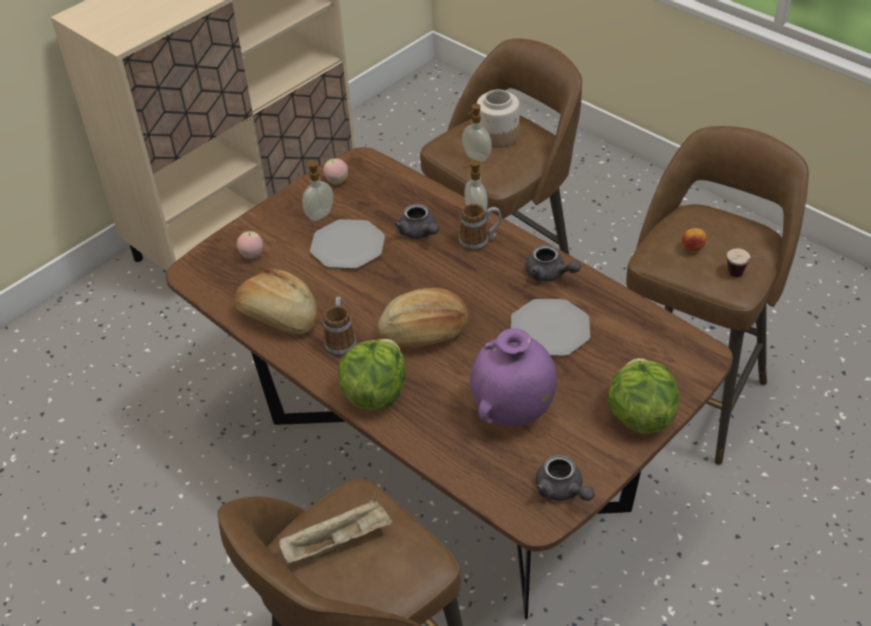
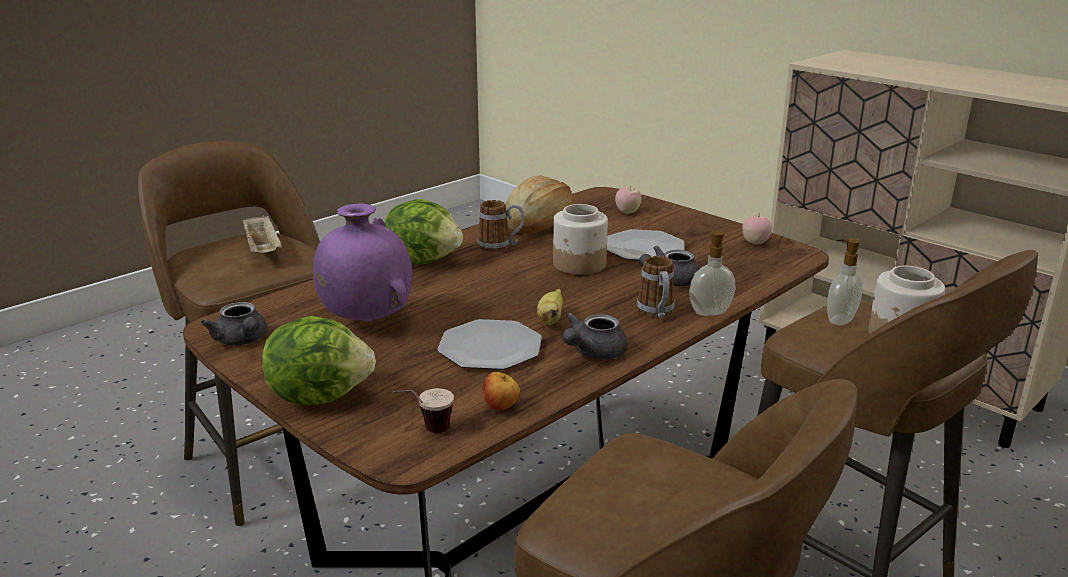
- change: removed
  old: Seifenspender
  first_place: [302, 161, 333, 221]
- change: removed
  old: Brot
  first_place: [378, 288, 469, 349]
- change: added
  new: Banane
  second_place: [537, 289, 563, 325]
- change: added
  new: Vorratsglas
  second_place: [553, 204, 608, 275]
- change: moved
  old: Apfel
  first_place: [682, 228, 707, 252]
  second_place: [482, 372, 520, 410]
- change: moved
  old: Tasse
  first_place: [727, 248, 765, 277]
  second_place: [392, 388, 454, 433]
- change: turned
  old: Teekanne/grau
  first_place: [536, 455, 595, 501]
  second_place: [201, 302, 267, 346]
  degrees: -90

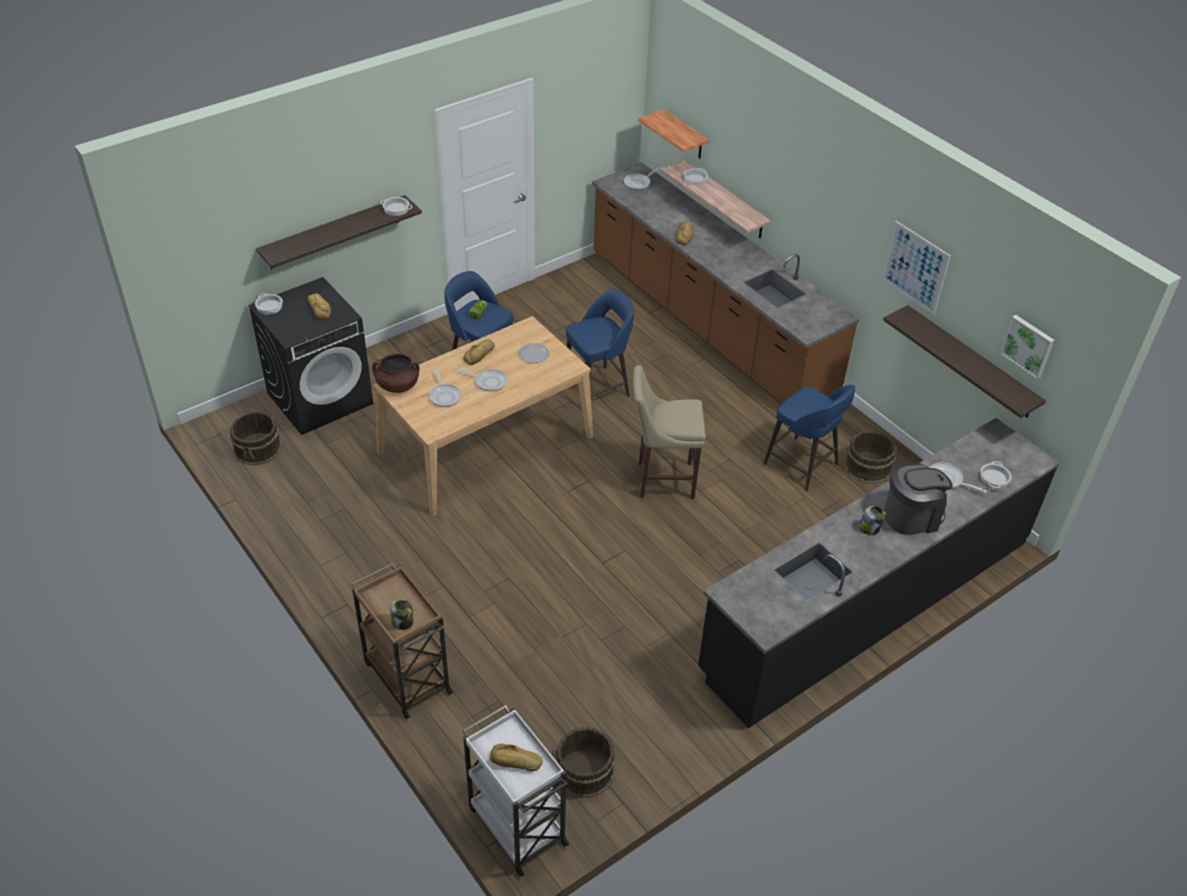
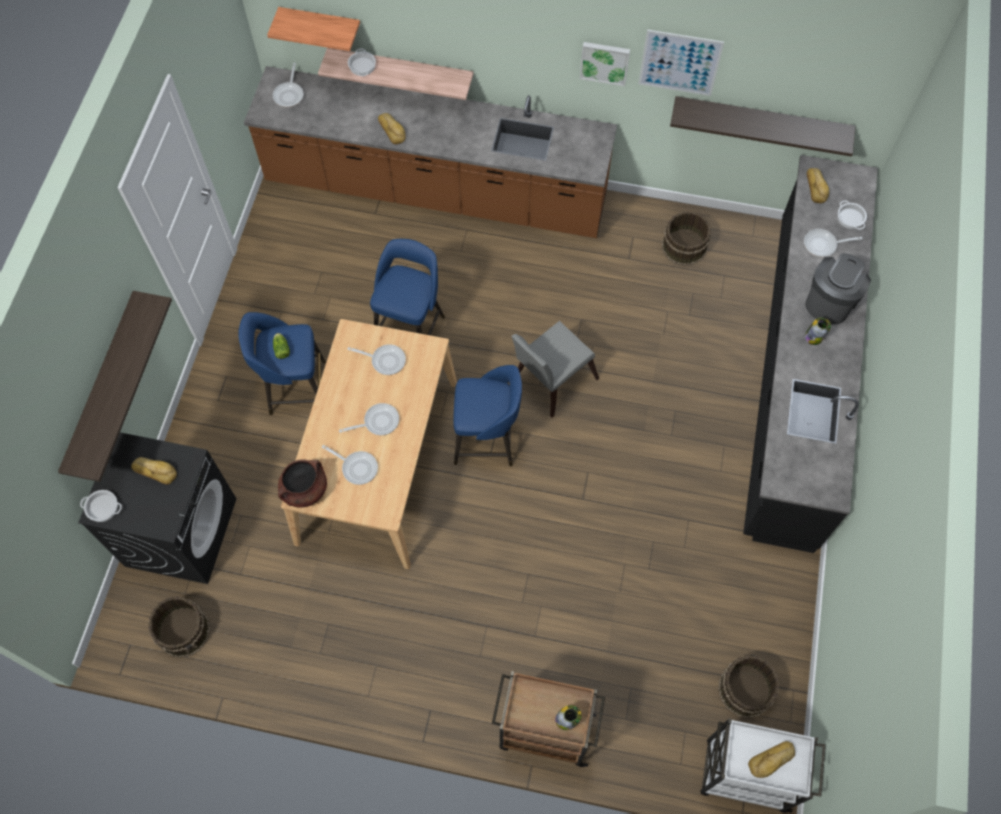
- change: removed
  old: Kochtopf
  first_place: [380, 197, 413, 216]
- change: moved
  old: Brot
  first_place: [463, 339, 495, 365]
  second_place: [807, 168, 829, 203]
- change: moved
  old: Hocker/blau
  first_place: [763, 385, 855, 491]
  second_place: [453, 365, 522, 466]
- change: moved
  old: Bild
  first_place: [1000, 315, 1054, 379]
  second_place: [580, 42, 630, 86]
- change: replaced
  old: Teller
  new: Pfanne
  first_place: [518, 343, 549, 363]
  second_place: [347, 344, 406, 375]
- change: replaced
  old: Hocker/beige
  new: Stuhl/grau
  first_place: [633, 365, 706, 499]
  second_place: [512, 321, 599, 417]

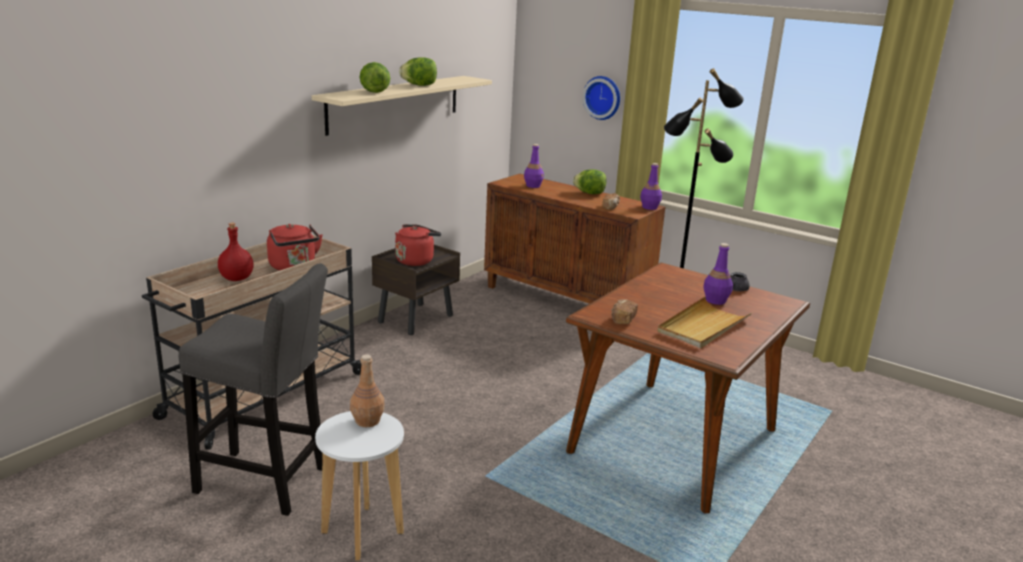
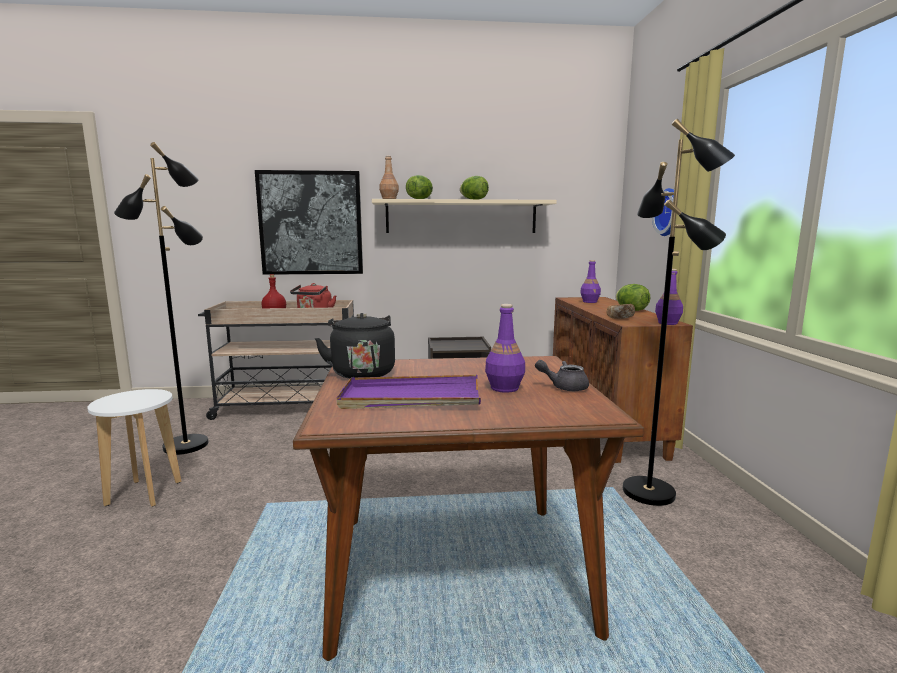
- change: removed
  old: Wasserkessel/rot
  first_place: [395, 224, 441, 266]
- change: added
  new: Bild
  second_place: [255, 170, 363, 275]
- change: moved
  old: Flasche/braun
  first_place: [350, 354, 385, 427]
  second_place: [379, 156, 399, 199]
- change: replaced
  old: Hocker/grau
  new: Stehlampe/schwarz
  first_place: [179, 263, 328, 516]
  second_place: [114, 142, 209, 455]
- change: replaced
  old: Brot
  new: Wasserkessel/schwarz
  first_place: [611, 300, 638, 324]
  second_place: [315, 313, 395, 379]
- change: recoloured
  old: Tablett/beige
  new: Tablett/lila
  first_place: [657, 297, 752, 348]
  second_place: [337, 375, 481, 409]

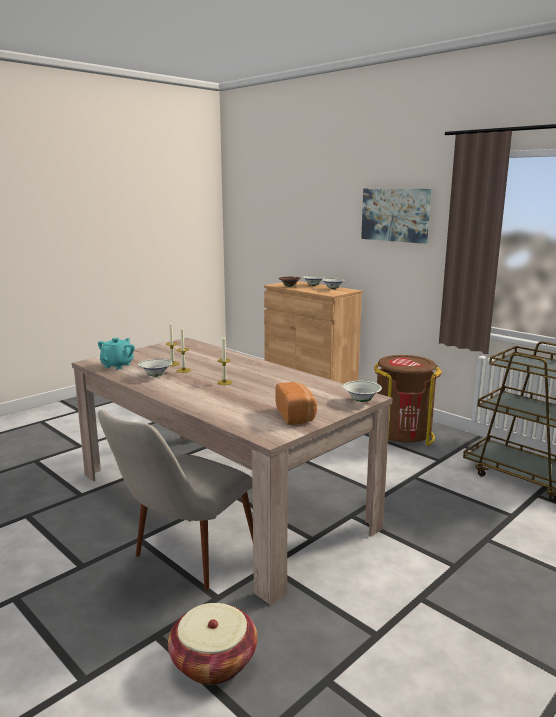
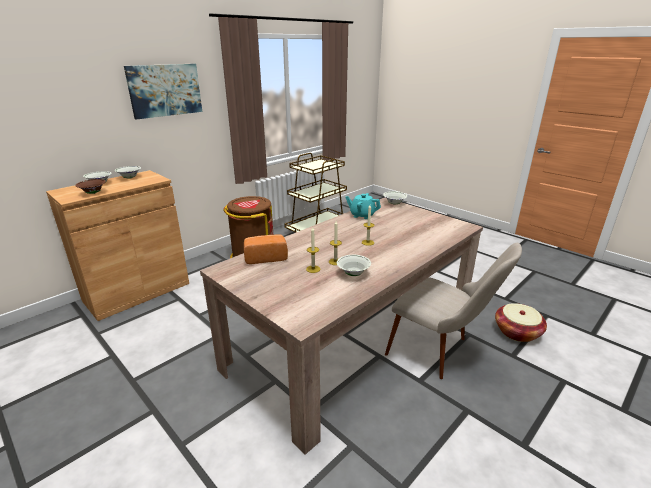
- change: moved
  old: Teekanne/türkis
  first_place: [98, 338, 135, 369]
  second_place: [345, 193, 381, 219]
- change: moved
  old: Brot
  first_place: [275, 382, 317, 425]
  second_place: [244, 234, 288, 264]

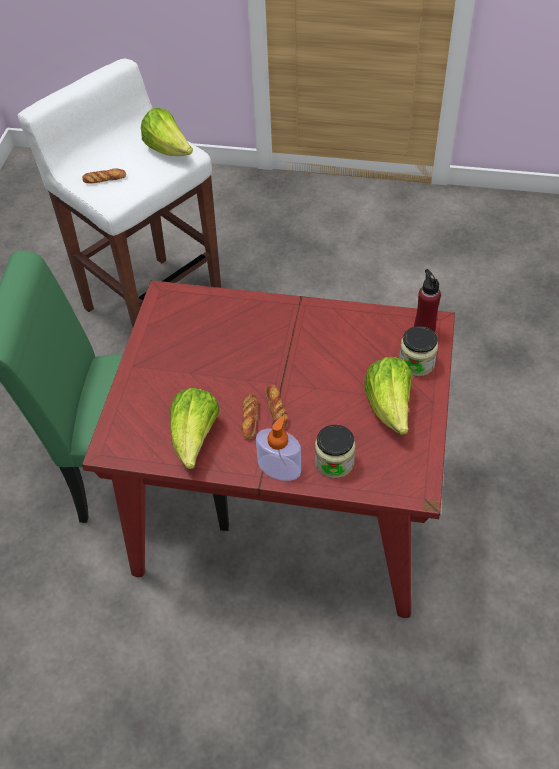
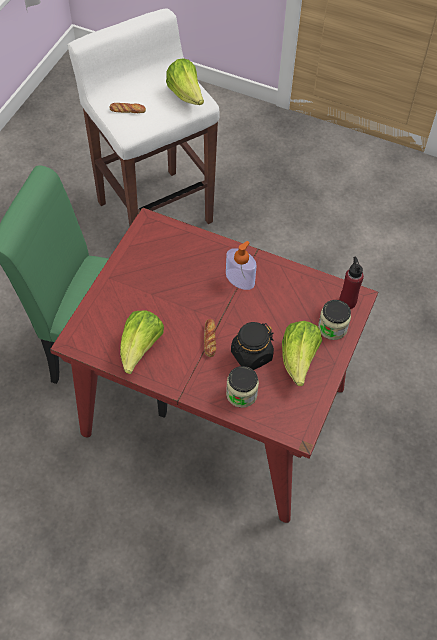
- change: removed
  old: Brot
  first_place: [241, 394, 258, 439]
- change: added
  new: Vorratsglas/schwarz
  second_place: [231, 322, 274, 370]
- change: moved
  old: Seifenspender
  first_place: [256, 416, 301, 481]
  second_place: [226, 241, 257, 290]

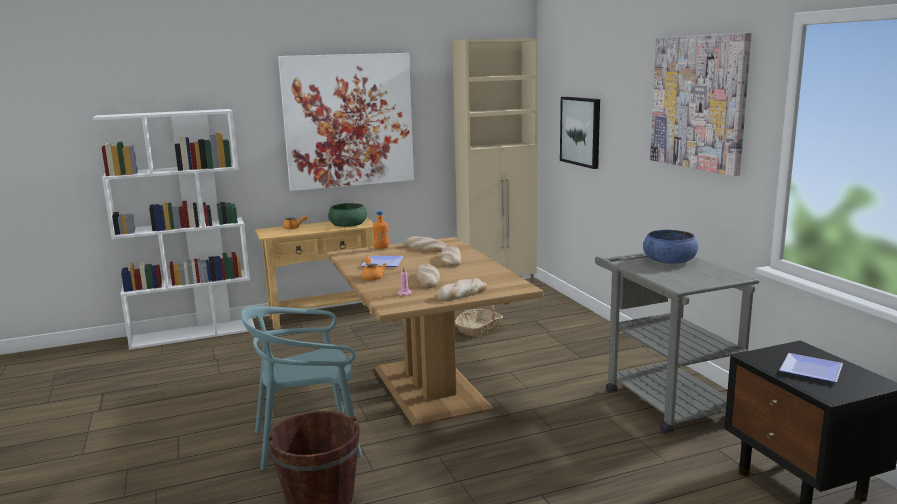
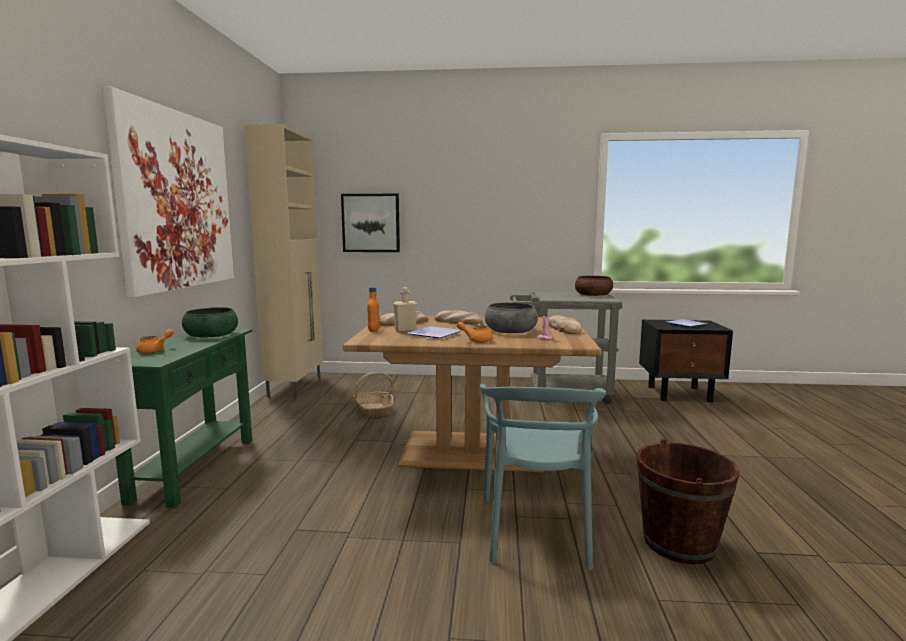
- change: removed
  old: Schüssel/blau
  first_place: [643, 230, 698, 264]
- change: removed
  old: Bild
  first_place: [650, 33, 752, 176]
- change: added
  new: Flasche/beige
  second_place: [393, 287, 417, 332]
- change: added
  new: Schüssel/braun
  second_place: [575, 276, 613, 296]
- change: replaced
  old: Brot
  new: Schüssel/grau
  first_place: [416, 264, 440, 288]
  second_place: [485, 302, 538, 333]
- change: recoloured
  old: Konsolentisch/beige
  new: Konsolentisch/grün
  first_place: [255, 218, 374, 329]
  second_place: [115, 329, 252, 508]

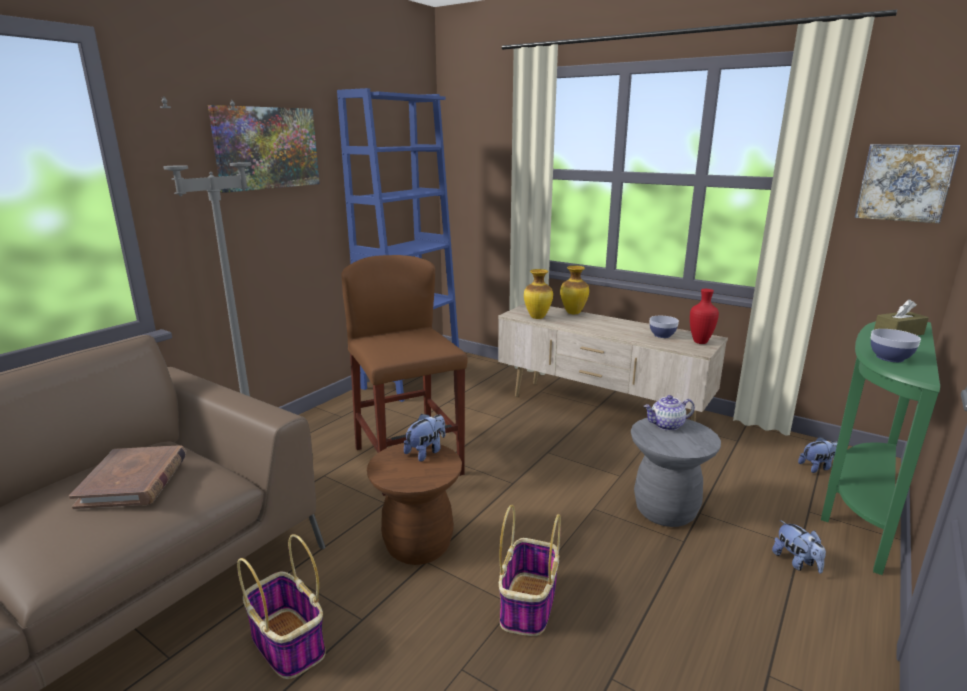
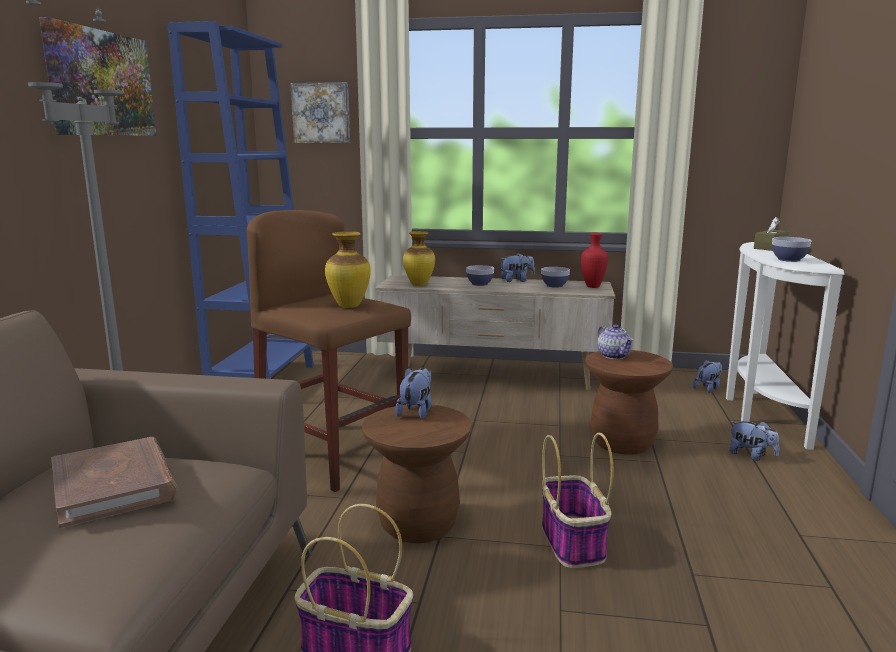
- change: added
  new: Schüssel
  second_place: [466, 265, 494, 286]
- change: added
  new: Plüschtier
  second_place: [501, 253, 535, 282]
- change: moved
  old: Vase
  first_place: [560, 266, 589, 314]
  second_place: [325, 231, 371, 308]
- change: moved
  old: Bild
  first_place: [855, 144, 960, 223]
  second_place: [290, 82, 350, 143]
- change: recoloured
  old: Hocker/grau
  new: Hocker/braun
  first_place: [631, 418, 721, 527]
  second_place: [585, 350, 673, 455]
- change: recoloured
  old: Konsolentisch/grün
  new: Konsolentisch/weiß
  first_place: [821, 321, 940, 575]
  second_place: [726, 242, 844, 450]
- change: turned
  old: Teekanne
  first_place: [644, 395, 695, 431]
  second_place: [597, 325, 634, 359]
  degrees: -75

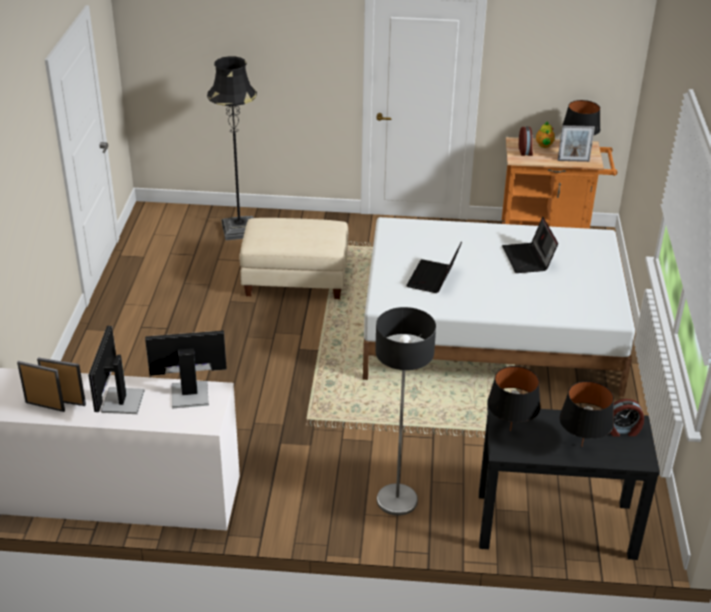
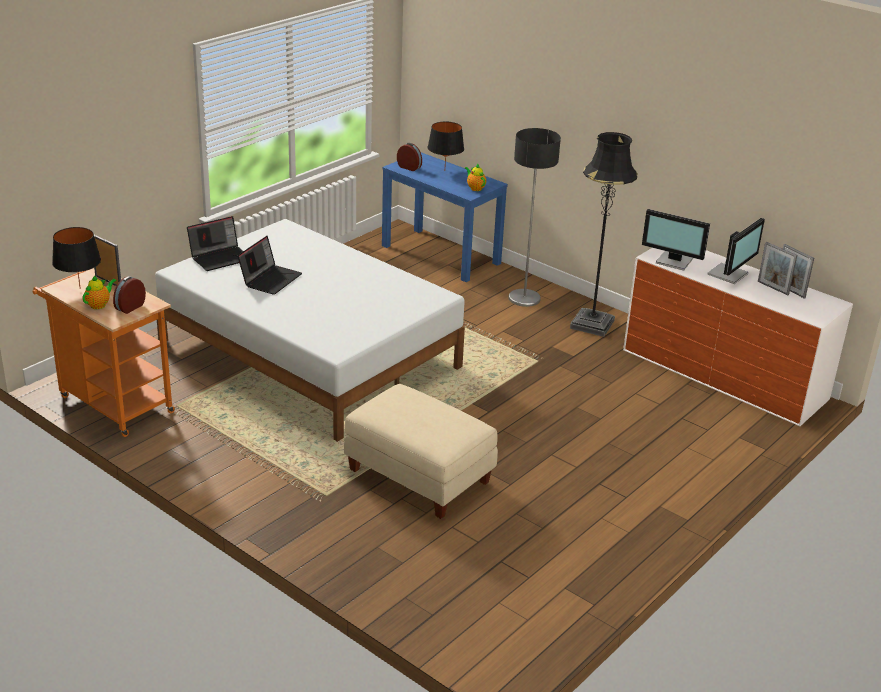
- change: moved
  old: Stehlampe/schwarz
  first_place: [207, 56, 257, 240]
  second_place: [570, 132, 638, 337]
- change: moved
  old: Laptop
  first_place: [406, 241, 462, 293]
  second_place: [187, 216, 243, 271]
- change: replaced
  old: Tischlampe/schwarz
  new: Teekanne
  first_place: [487, 366, 541, 431]
  second_place: [465, 163, 486, 191]
- change: recoloured
  old: Konsolentisch/schwarz
  new: Konsolentisch/blau
  first_place: [479, 407, 660, 560]
  second_place: [382, 152, 508, 282]

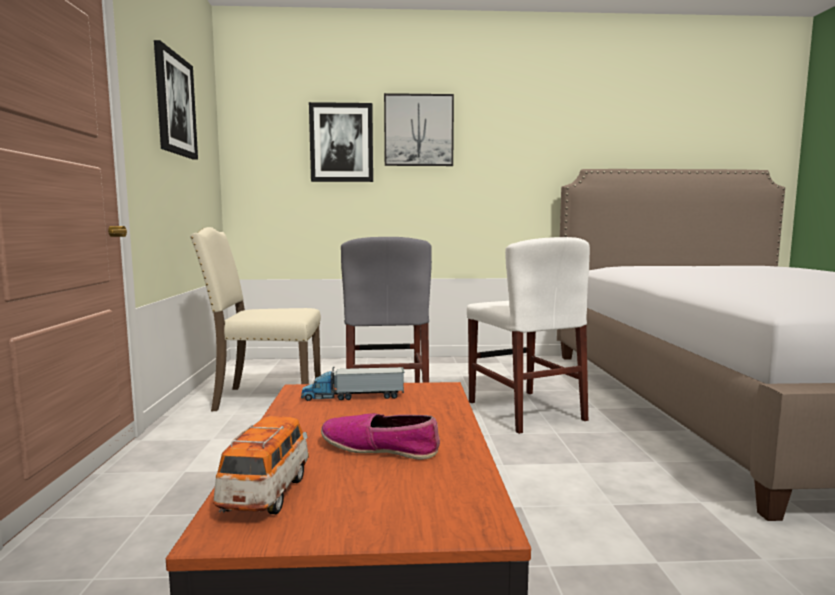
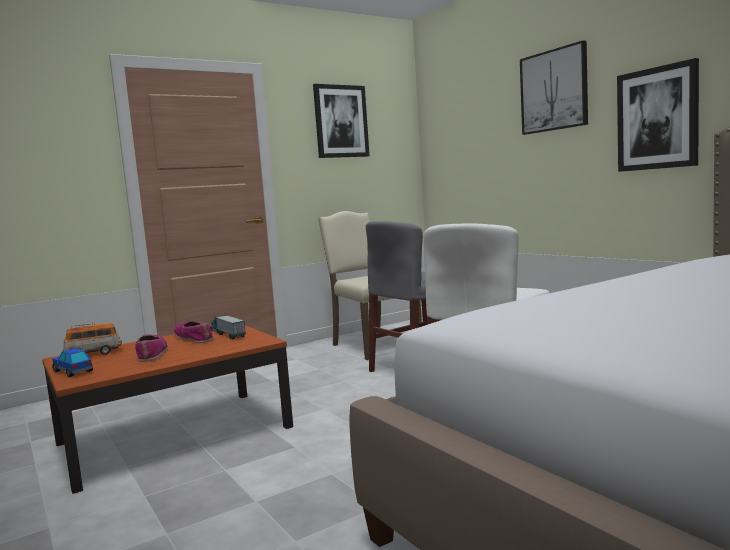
- change: added
  new: Spielzeugauto
  second_place: [52, 348, 93, 377]
- change: added
  new: Schuh
  second_place: [174, 321, 214, 343]
- change: moved
  old: Bild
  first_place: [309, 102, 373, 182]
  second_place: [617, 58, 699, 172]

